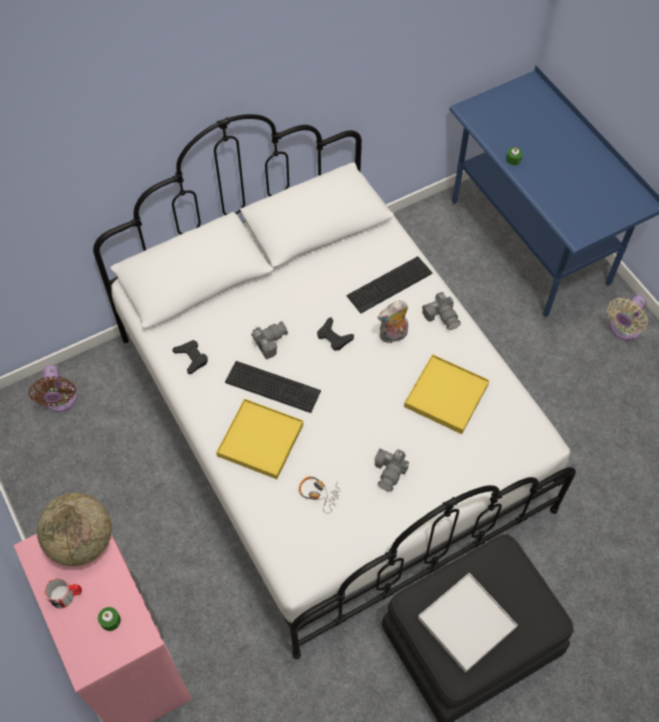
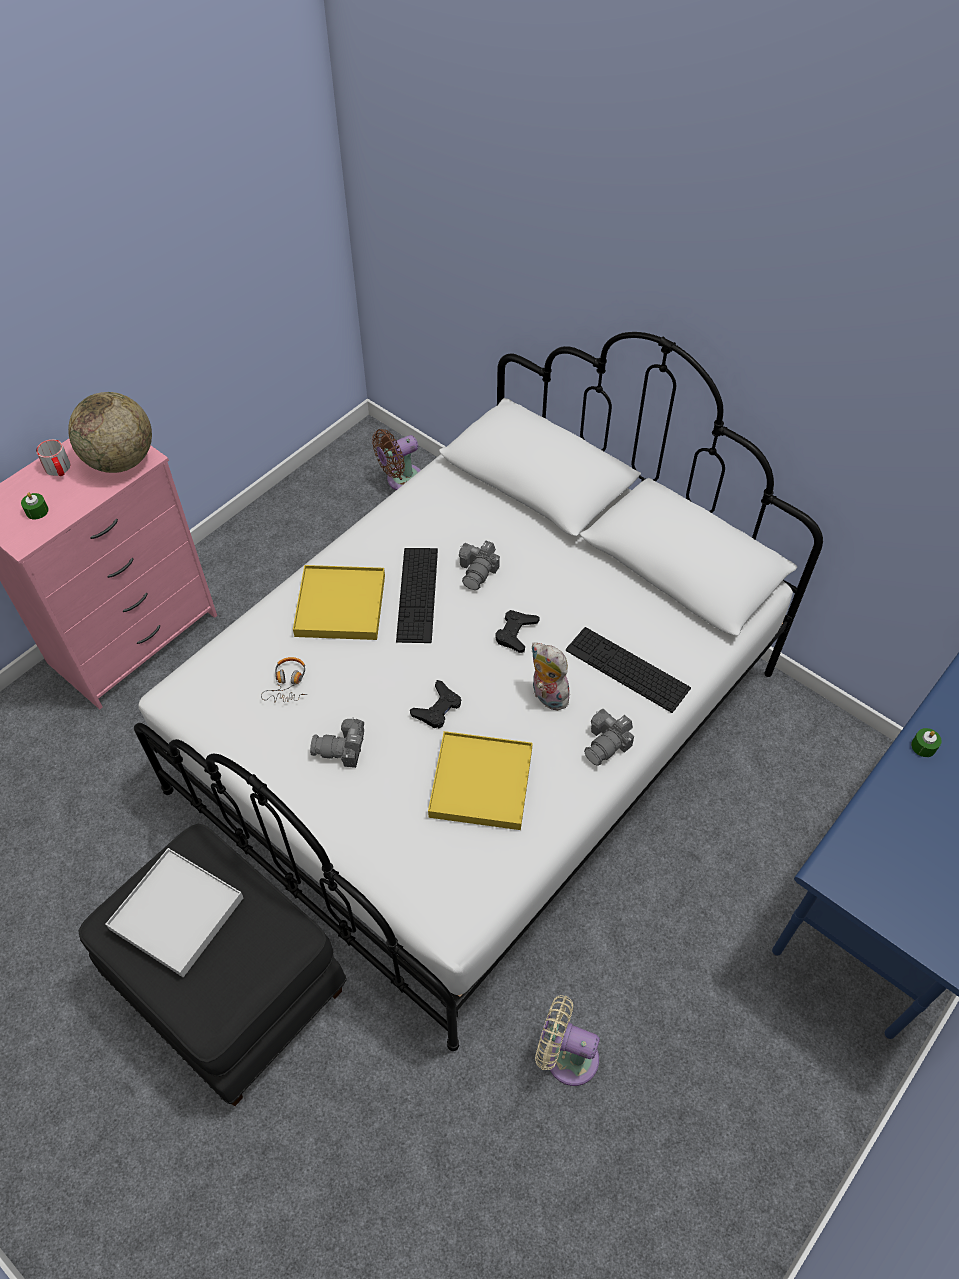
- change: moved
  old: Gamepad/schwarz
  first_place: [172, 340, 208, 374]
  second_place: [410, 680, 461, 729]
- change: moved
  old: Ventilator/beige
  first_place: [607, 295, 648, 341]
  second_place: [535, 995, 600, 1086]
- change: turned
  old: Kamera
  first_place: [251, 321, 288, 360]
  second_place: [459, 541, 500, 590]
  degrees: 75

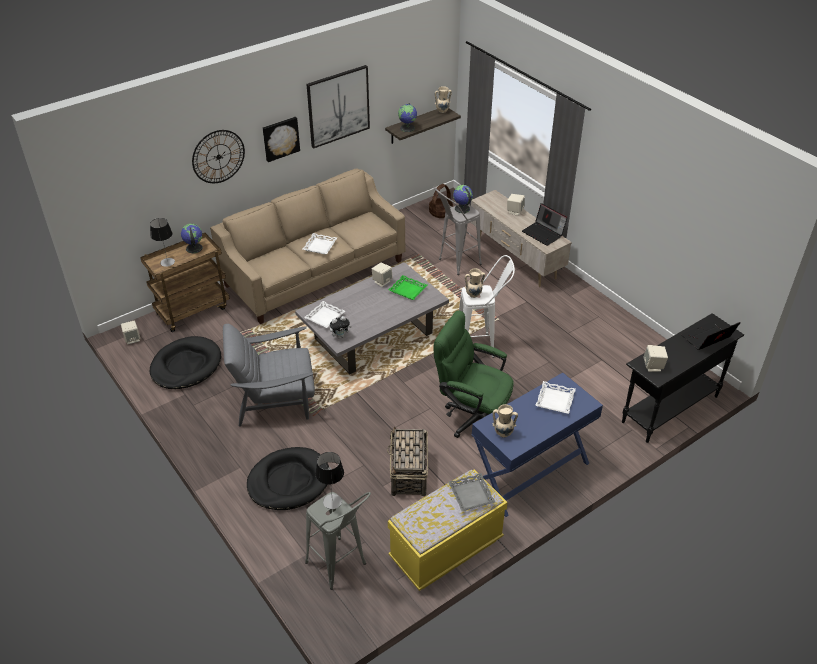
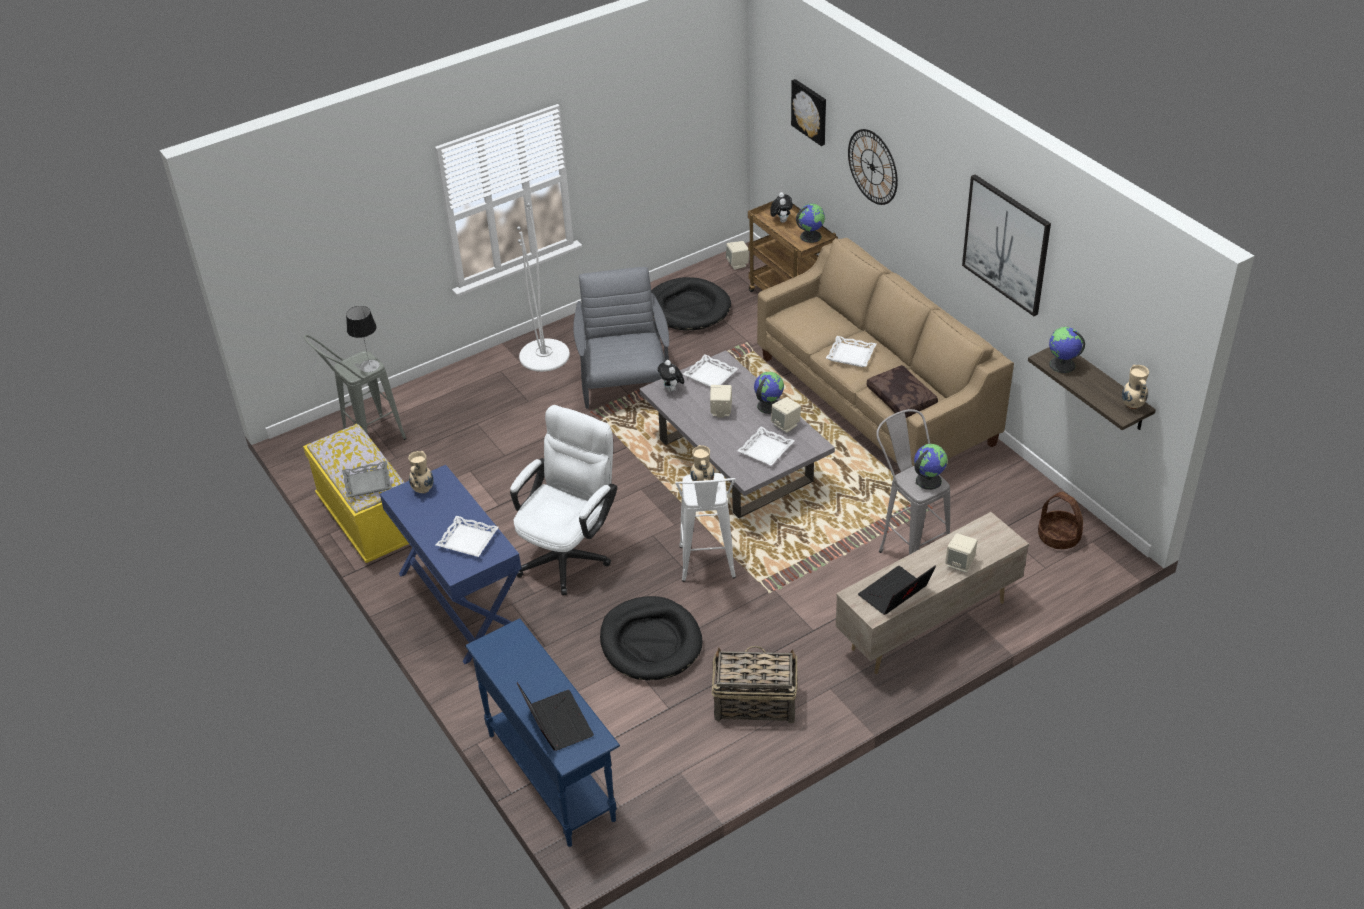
- change: added
  new: Stehlampe/weiß
  second_place: [517, 203, 570, 372]
- change: added
  new: Globus
  second_place: [754, 372, 784, 414]
- change: added
  new: Kissen/braun
  second_place: [867, 365, 938, 418]
- change: moved
  old: Hundebett/schwarz
  first_place: [247, 447, 329, 510]
  second_place: [600, 596, 703, 680]
- change: moved
  old: Bild
  first_place: [263, 117, 300, 162]
  second_place: [791, 79, 826, 146]
- change: moved
  old: Korb
  first_place: [387, 426, 428, 496]
  second_place: [712, 646, 797, 724]
- change: moved
  old: Lautsprecher/beige
  first_place: [643, 345, 668, 372]
  second_place: [710, 385, 732, 418]
- change: replaced
  old: Tischlampe
  new: Plüschtier
  first_place: [150, 218, 175, 267]
  second_place: [770, 192, 793, 223]
- change: recoloured
  old: Tablett/grün
  new: Tablett/weiß
  first_place: [388, 275, 427, 300]
  second_place: [737, 427, 795, 466]
- change: recoloured
  old: Bürostuhl/grün
  new: Bürostuhl/weiß
  first_place: [434, 310, 514, 438]
  second_place: [510, 405, 617, 595]
- change: recoloured
  old: Konsolentisch/schwarz
  new: Konsolentisch/blau
  first_place: [622, 313, 744, 443]
  second_place: [465, 618, 620, 847]

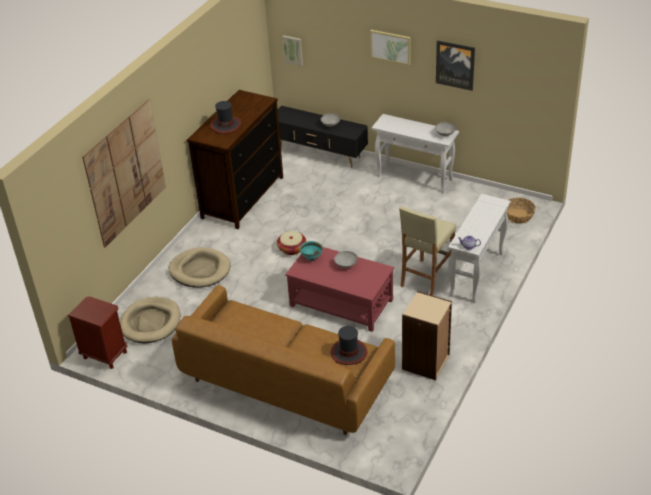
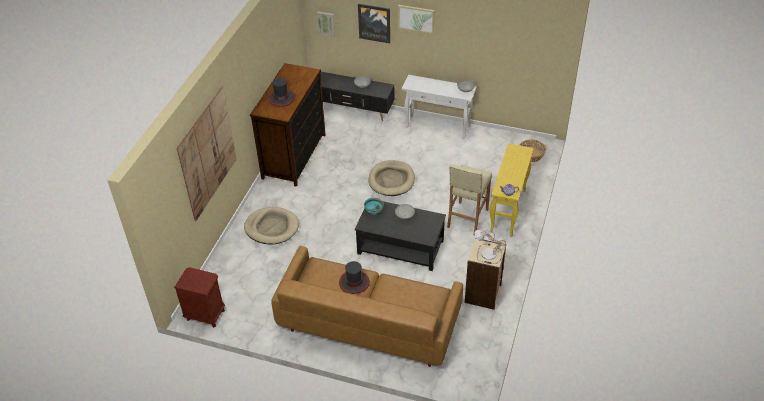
- change: removed
  old: Korb
  first_place: [277, 231, 306, 255]
- change: added
  new: Tischlampe
  second_place: [475, 229, 506, 264]
- change: moved
  old: Hundebett/beige
  first_place: [120, 297, 180, 343]
  second_place: [369, 160, 415, 196]
- change: moved
  old: Hut
  first_place: [331, 326, 367, 365]
  second_place: [339, 261, 370, 294]
- change: moved
  old: Bild
  first_place: [436, 40, 475, 91]
  second_place: [358, 4, 390, 43]
- change: recoloured
  old: Couchtisch/rot
  new: Couchtisch/schwarz
  first_place: [285, 247, 394, 332]
  second_place: [355, 201, 446, 271]
- change: recoloured
  old: Konsolentisch/weiß
  new: Konsolentisch/gelb
  first_place: [448, 194, 510, 303]
  second_place: [490, 143, 534, 237]

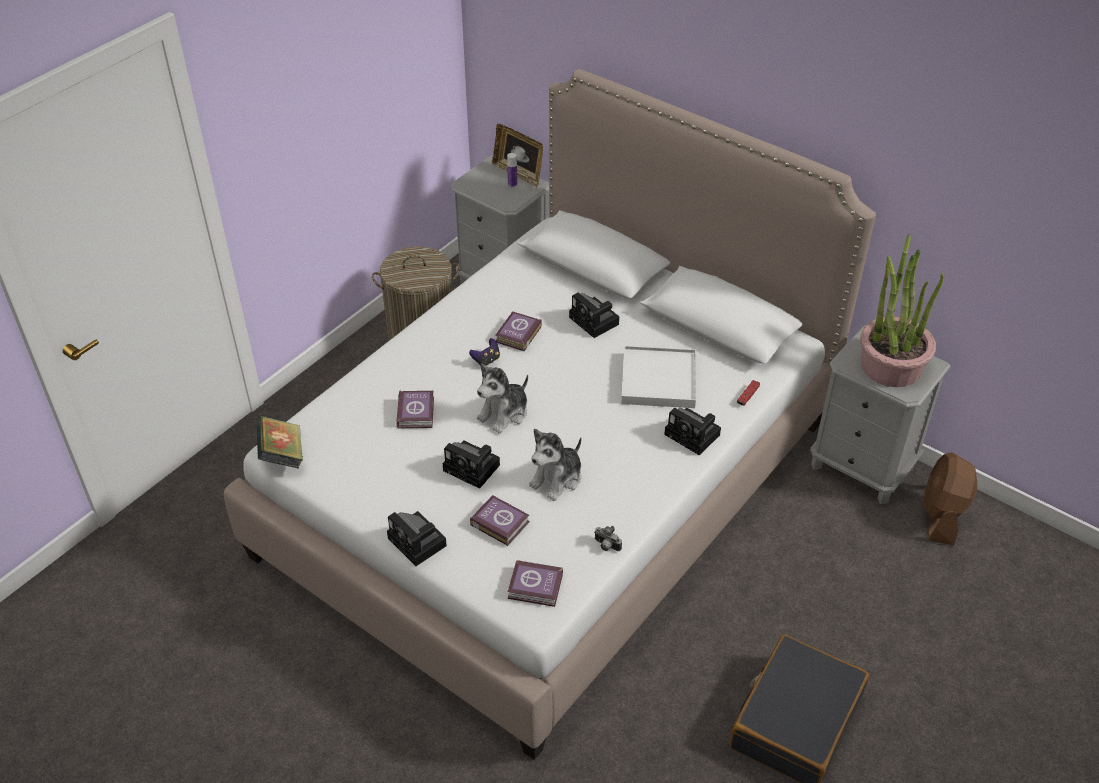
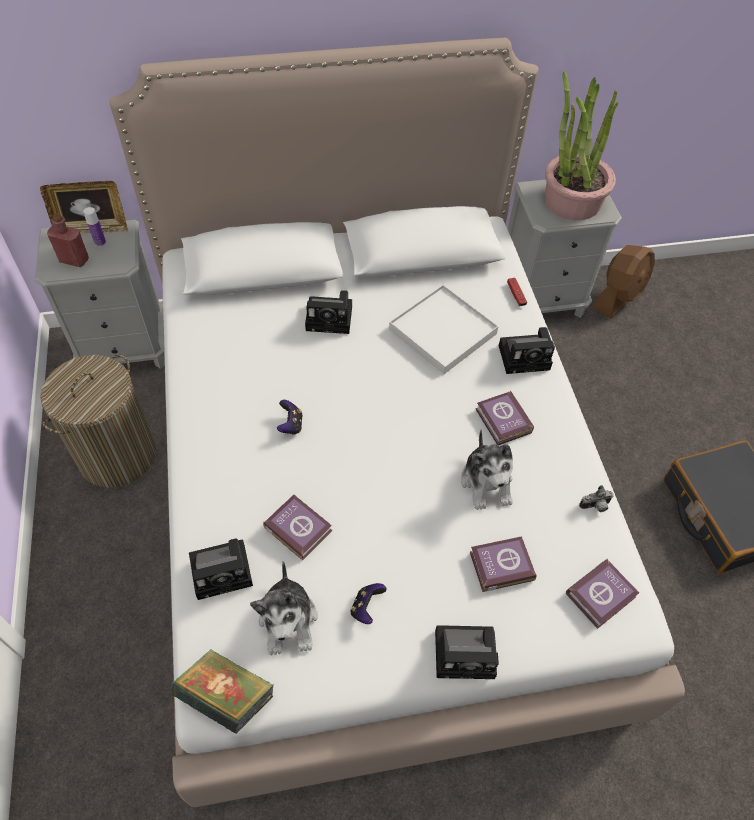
- change: added
  new: Flasche/rot
  second_place: [47, 213, 89, 267]
- change: added
  new: Gamepad
  second_place: [350, 583, 386, 624]
- change: moved
  old: Kamera
  first_place: [443, 440, 500, 489]
  second_place: [189, 538, 253, 600]
- change: moved
  old: Plüschtier
  first_place: [477, 363, 528, 433]
  second_place: [250, 561, 318, 655]
- change: moved
  old: Buch
  first_place: [496, 311, 542, 351]
  second_place: [476, 390, 534, 445]
- change: turned
  old: Ventilator/braun
  first_place: [923, 452, 977, 545]
  second_place: [593, 245, 655, 319]
  degrees: -105

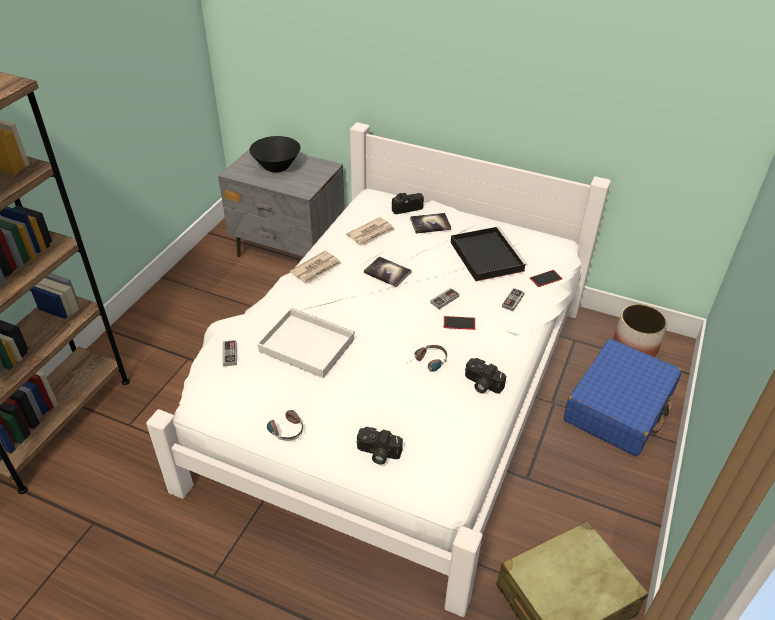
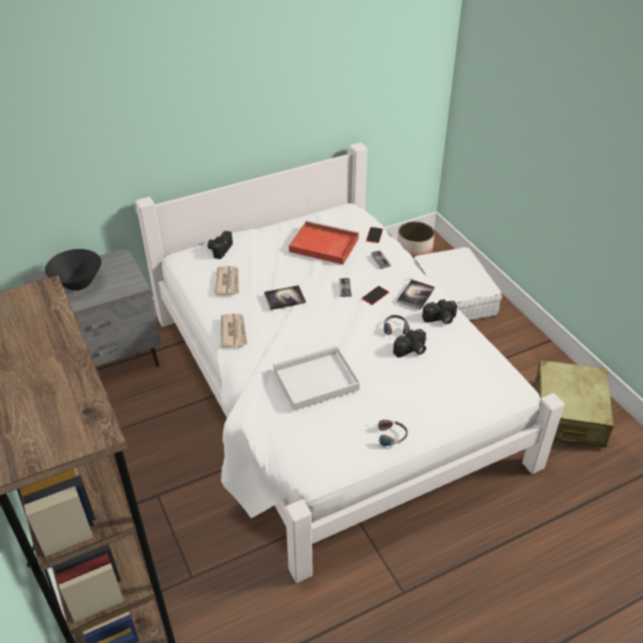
- change: removed
  old: Gamepad
  first_place: [223, 340, 237, 367]
- change: moved
  old: Kamera
  first_place: [357, 427, 403, 465]
  second_place: [393, 329, 426, 358]
- change: moved
  old: Buch
  first_place: [410, 213, 451, 234]
  second_place: [397, 279, 435, 310]
- change: recoloured
  old: Tablett/schwarz
  new: Tablett/rot
  first_place: [451, 227, 527, 281]
  second_place: [289, 220, 359, 265]
- change: recoloured
  old: Koffer/blau
  new: Koffer/weiß
  first_place: [564, 339, 682, 456]
  second_place: [413, 247, 502, 320]

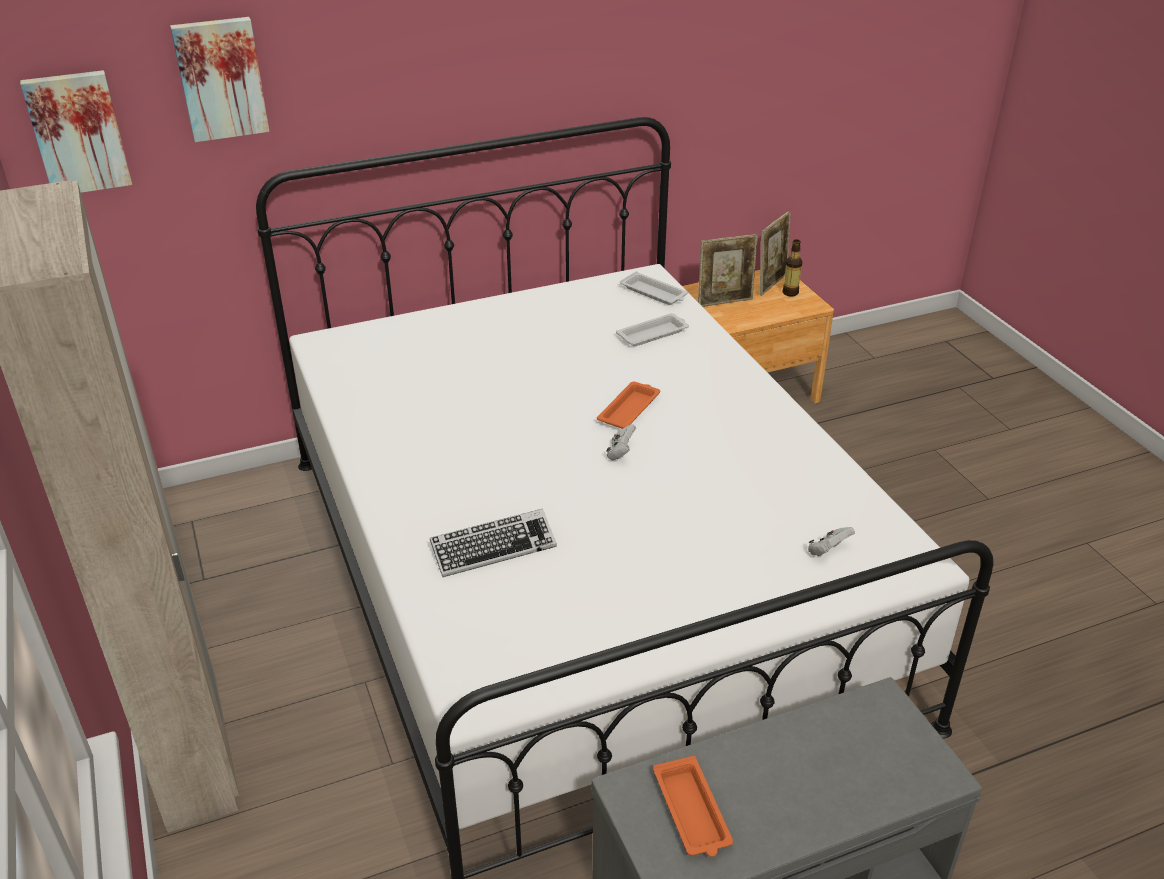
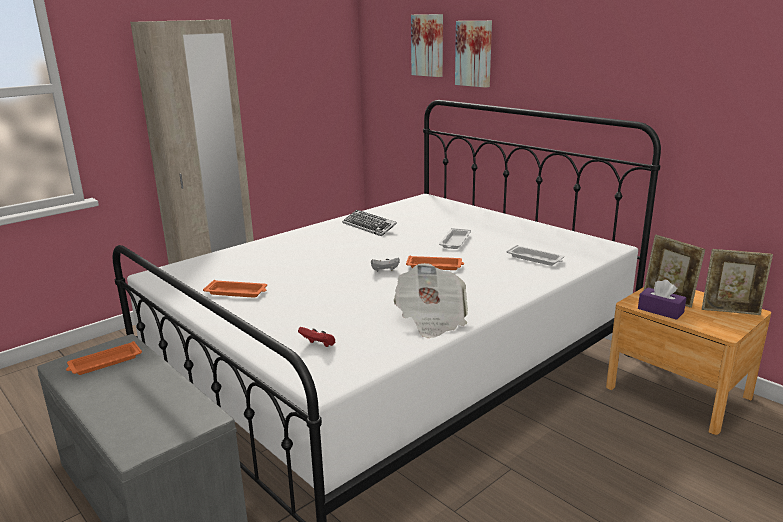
- change: removed
  old: Flasche
  first_place: [783, 239, 802, 297]
- change: added
  new: Tablett/orange
  second_place: [203, 280, 267, 298]
- change: added
  new: Zeitung
  second_place: [394, 263, 468, 338]
- change: added
  new: Taschentuchbox/lila
  second_place: [638, 280, 687, 320]
- change: moved
  old: Bild
  first_place: [20, 70, 132, 193]
  second_place: [455, 21, 492, 88]
- change: moved
  old: Tastatur
  first_place: [430, 509, 557, 577]
  second_place: [342, 210, 397, 236]
- change: moved
  old: Tablett/weiß
  first_place: [620, 271, 688, 305]
  second_place: [439, 228, 471, 249]
- change: recoloured
  old: Gamepad/weiß
  new: Gamepad/rot
  first_place: [808, 527, 855, 556]
  second_place: [298, 327, 335, 347]

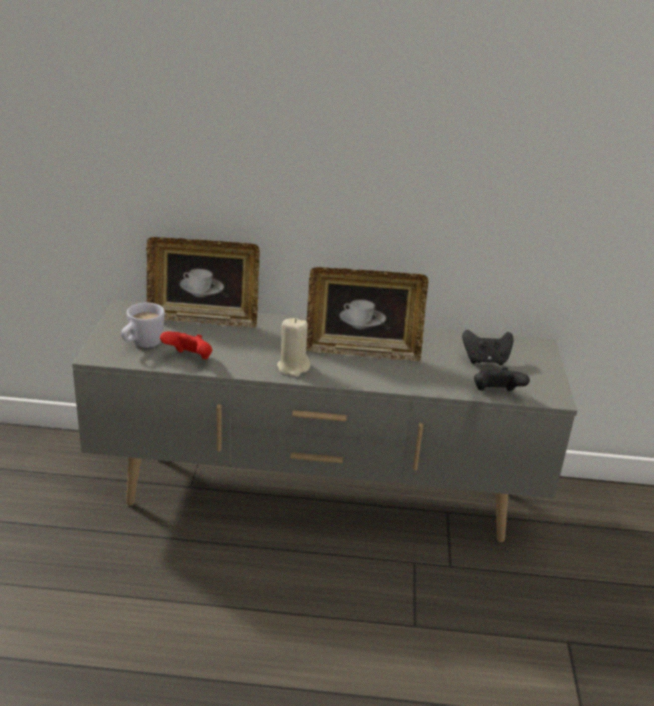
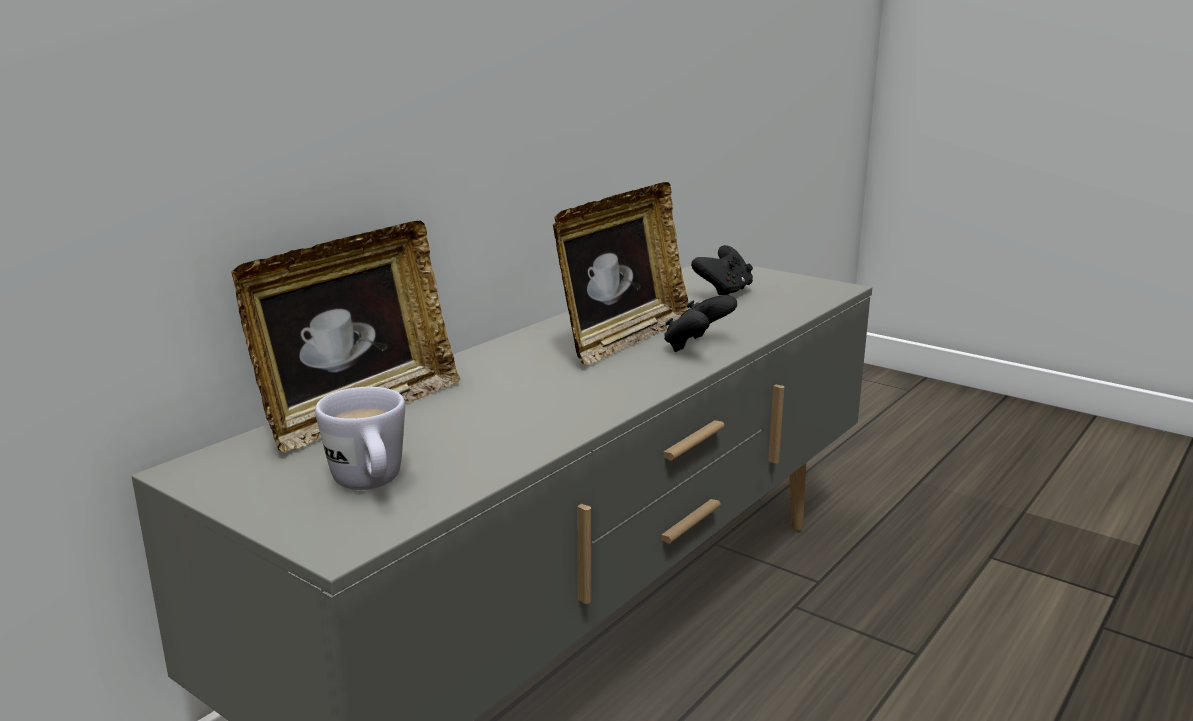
- change: removed
  old: Gamepad/rot
  first_place: [160, 331, 212, 359]
- change: removed
  old: Kerze/beige
  first_place: [277, 318, 310, 377]
- change: moved
  old: Gamepad/schwarz
  first_place: [474, 368, 530, 391]
  second_place: [664, 295, 737, 352]

